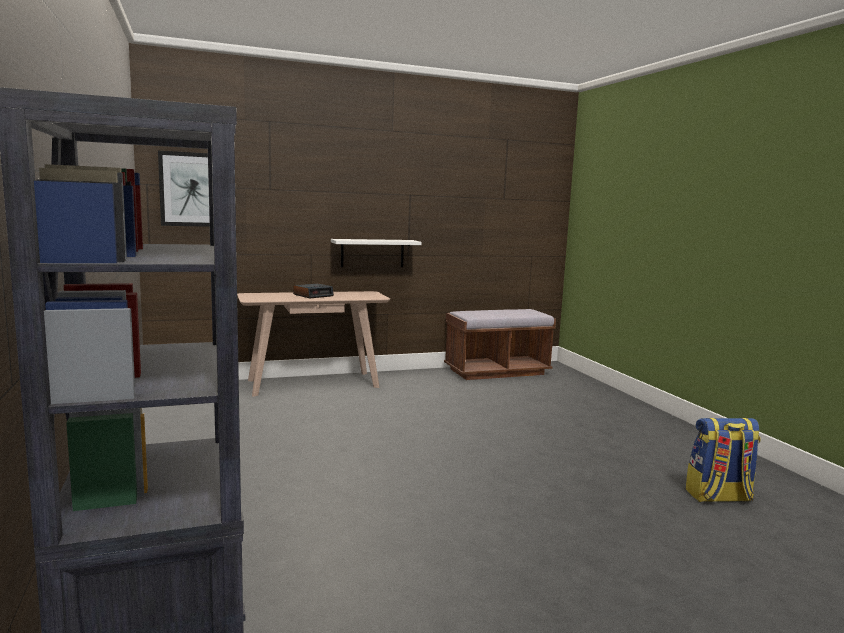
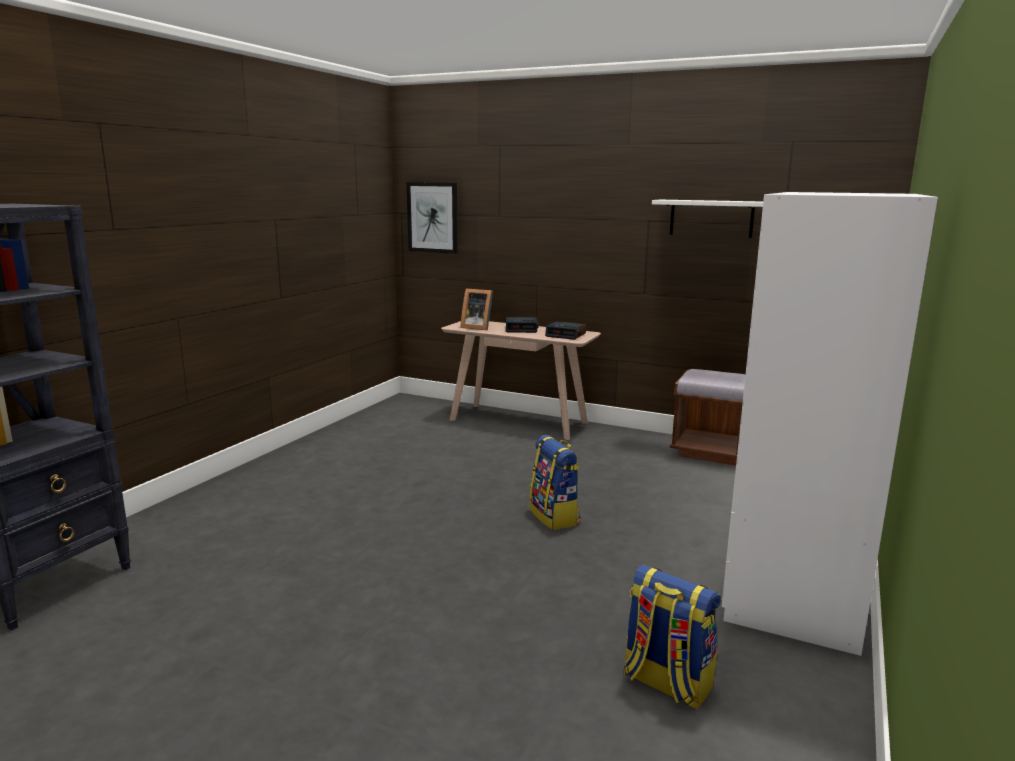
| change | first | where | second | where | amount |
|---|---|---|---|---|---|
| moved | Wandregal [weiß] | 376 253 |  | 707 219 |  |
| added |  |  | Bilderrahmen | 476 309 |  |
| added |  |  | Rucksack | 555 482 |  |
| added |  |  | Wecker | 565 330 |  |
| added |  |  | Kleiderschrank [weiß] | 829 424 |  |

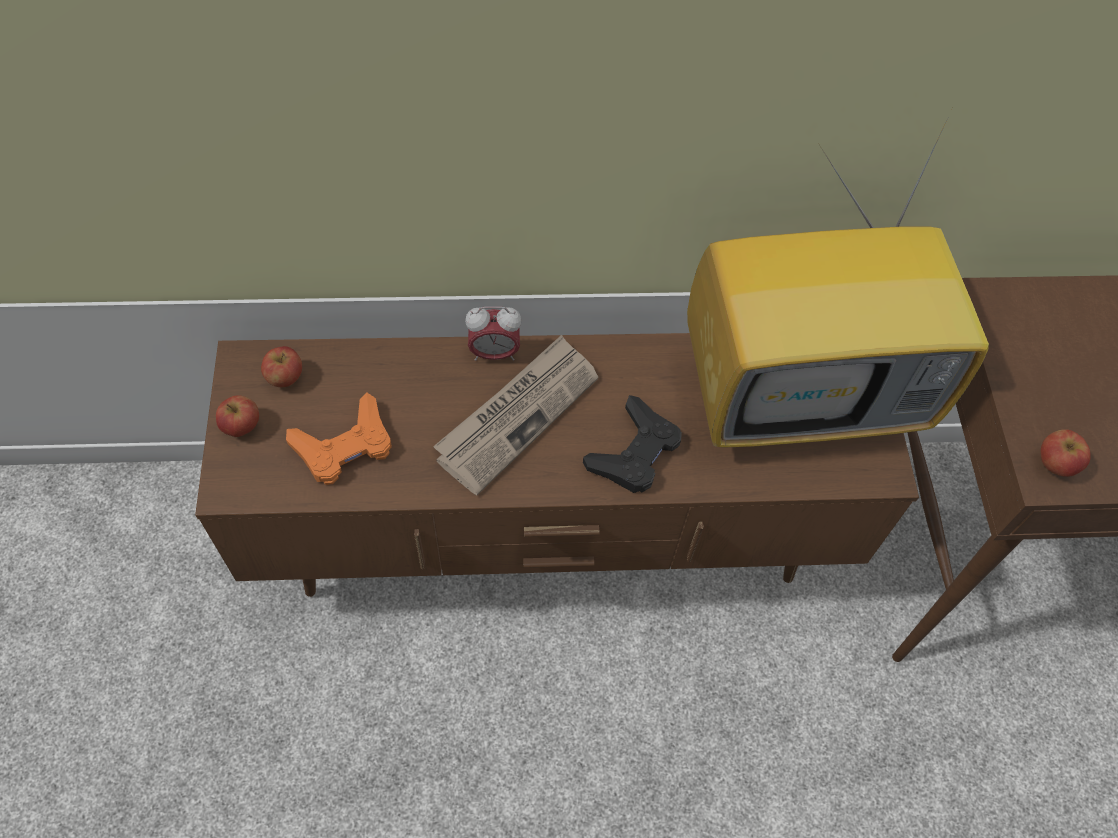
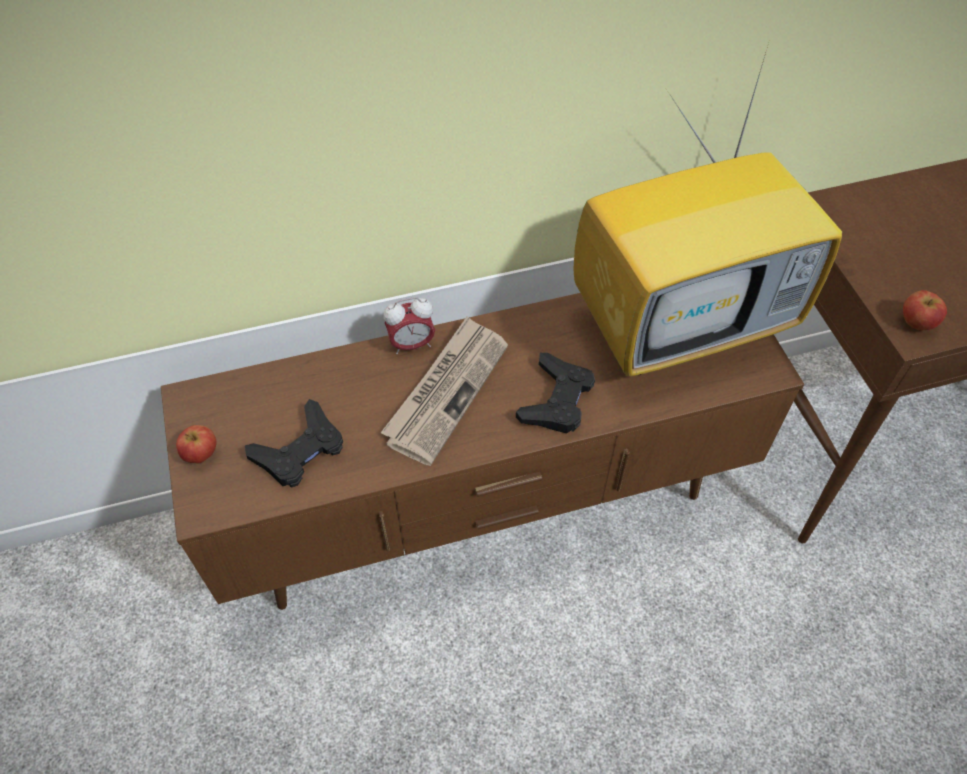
| change | first | where | second | where | amount |
|---|---|---|---|---|---|
| removed | Apfel | 281 366 |  |  |  |
| recoloured | Gamepad [orange] | 339 438 | Gamepad [schwarz] | 294 443 |  |

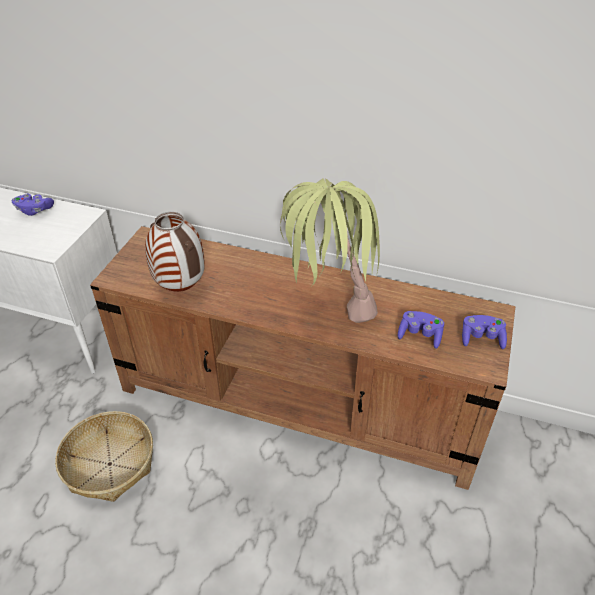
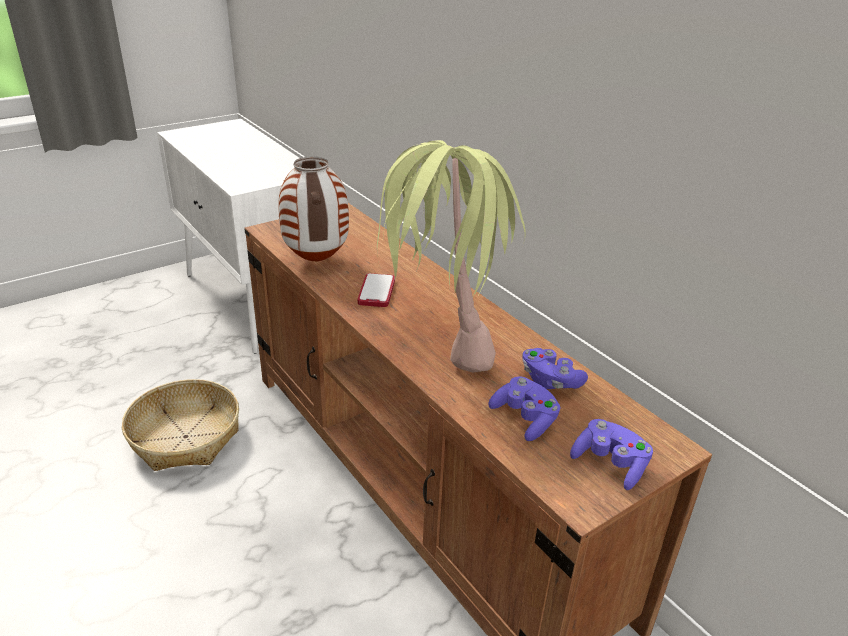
| change | first | where | second | where | amount |
|---|---|---|---|---|---|
| moved | Gamepad [lila] | 33 205 |  | 555 368 |  |
| added |  |  | Handy | 376 290 |  |

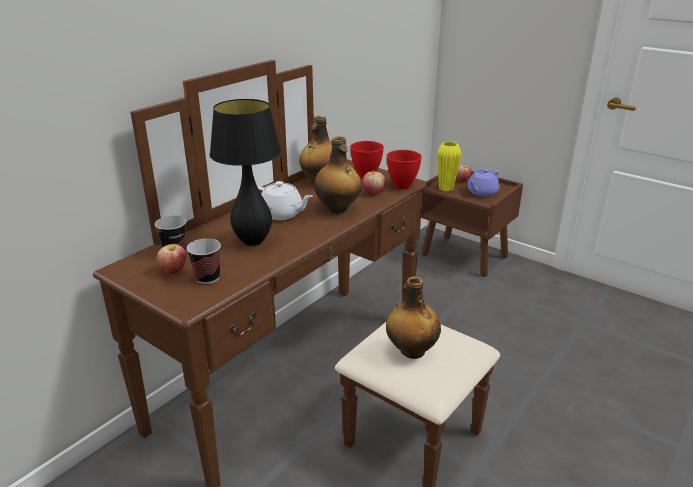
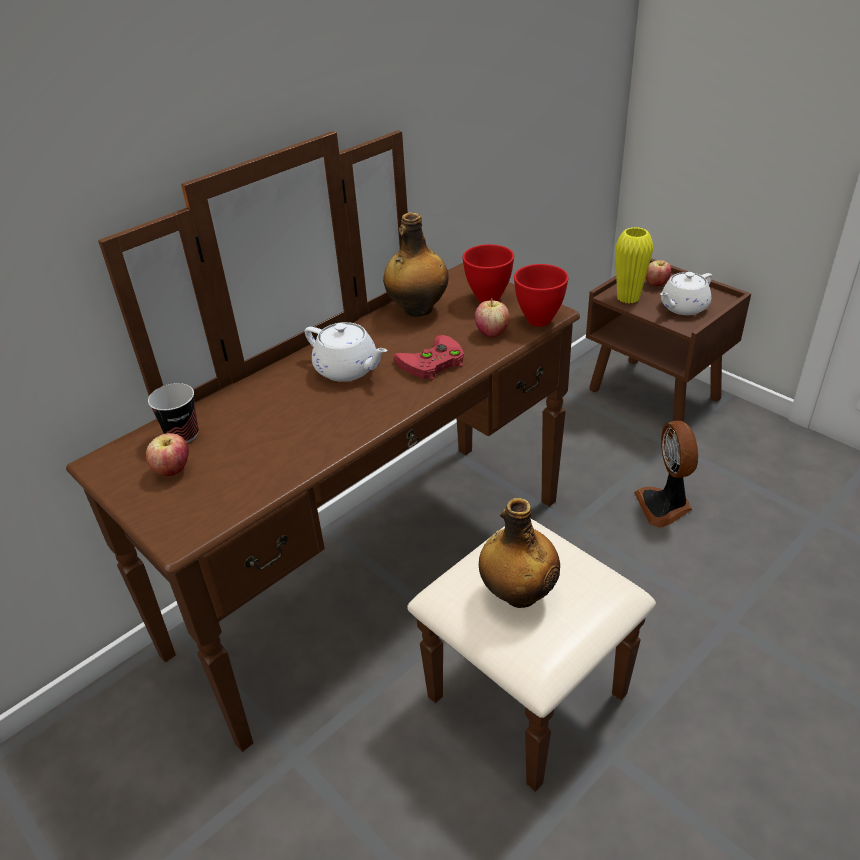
| change | first | where | second | where | amount |
|---|---|---|---|---|---|
| removed | Tasse | 204 261 |  |  |  |
| removed | Tischlampe [schwarz] | 245 172 |  |  |  |
| replaced | Flasche | 338 175 | Gamepad [rot] | 428 357 |  |
| recoloured | Teekanne [lila] | 484 183 | Teekanne [weiß] | 686 293 |  |
| added |  |  | Ventilator | 666 474 |  |

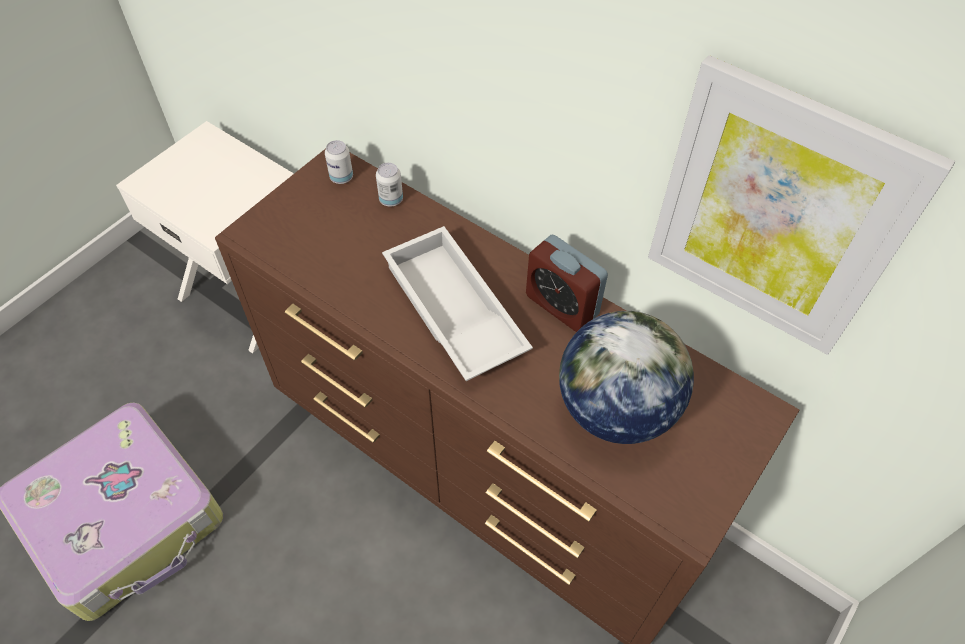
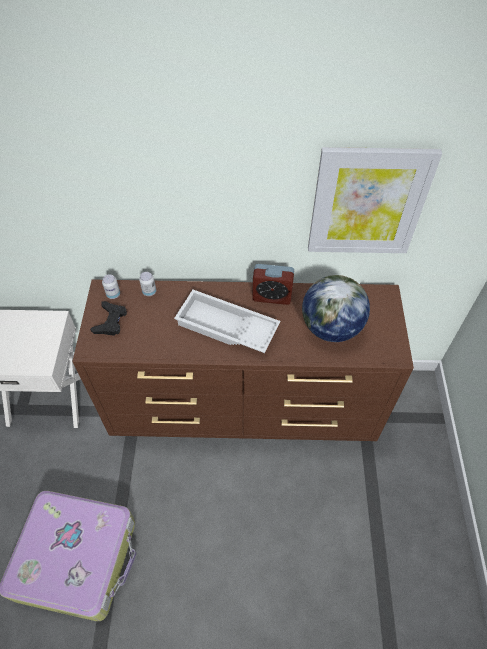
| change | first | where | second | where | amount |
|---|---|---|---|---|---|
| added |  |  | Gamepad [schwarz] | 108 318 |  |

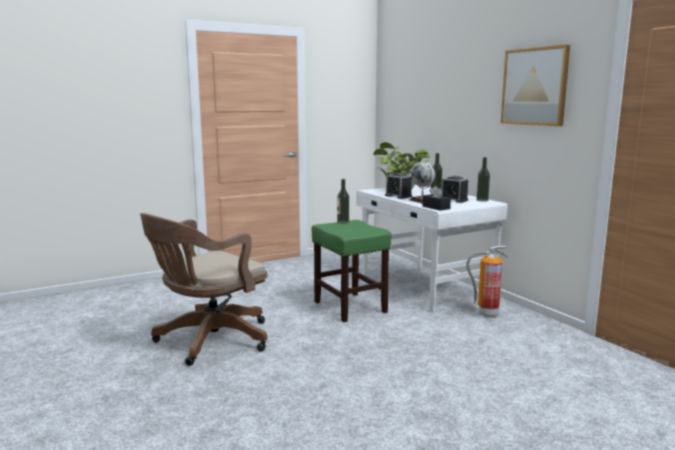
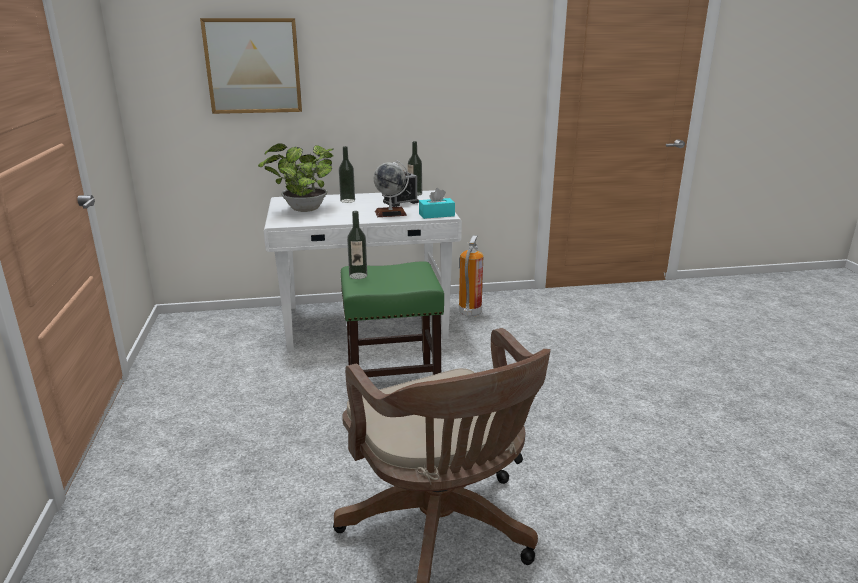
| change | first | where | second | where | amount |
|---|---|---|---|---|---|
| removed | Wecker | 398 186 |  |  |  |
| recoloured | Taschentuchbox [schwarz] | 436 198 | Taschentuchbox [türkis] | 437 203 |  |
| moved | Bild | 535 85 |  | 251 66 |  |

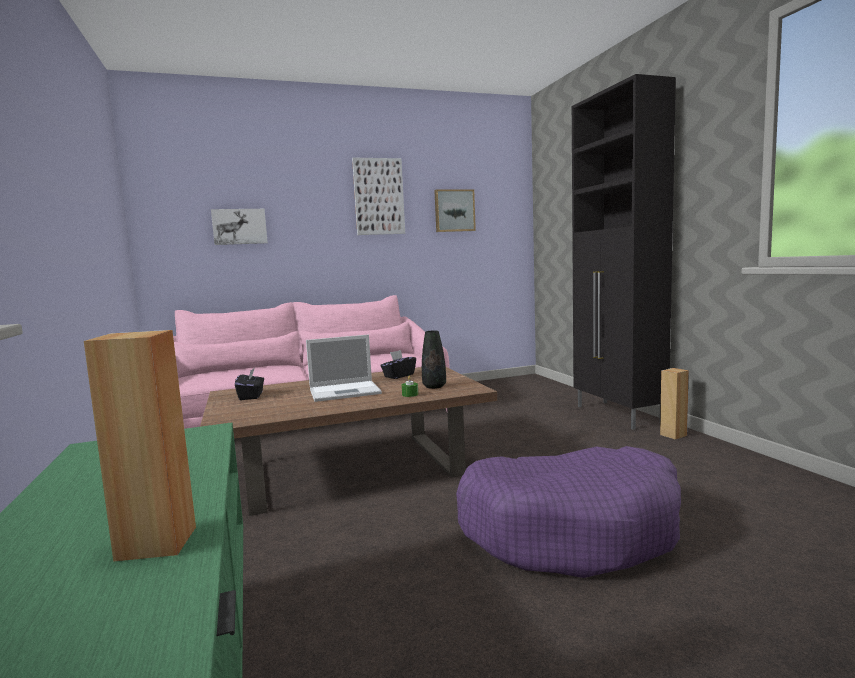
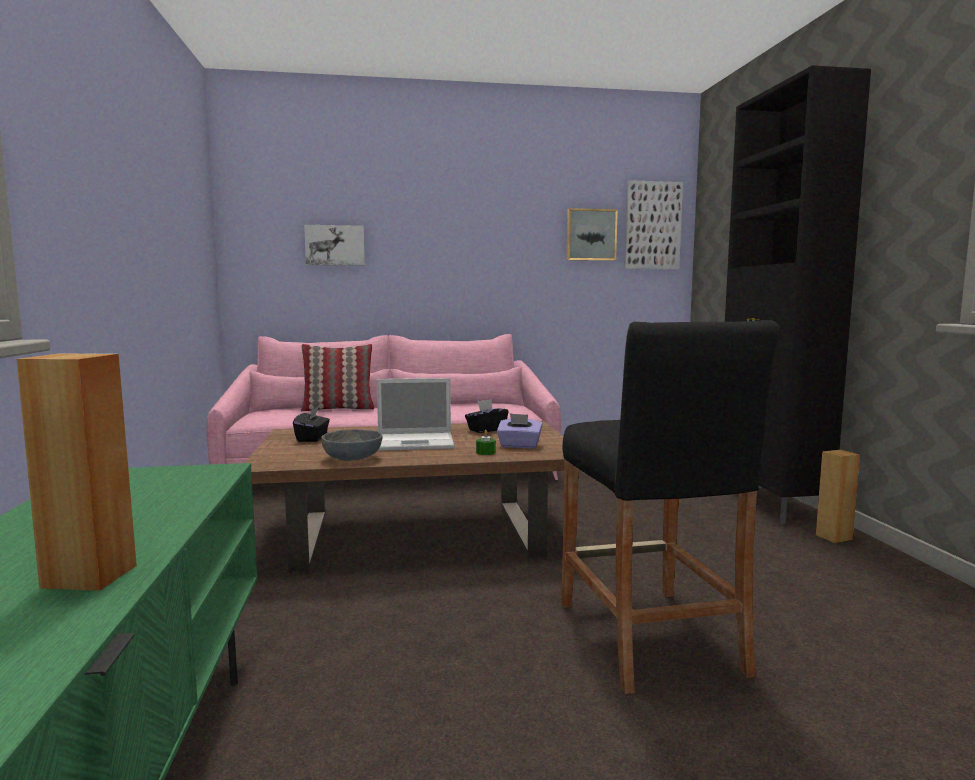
| change | first | where | second | where | amount |
|---|---|---|---|---|---|
| moved | Bild | 378 196 |  | 654 224 |  |
| replaced | Vase [schwarz] | 434 360 | Taschentuchbox [lila] | 520 431 |  |
| replaced | Hundebett [lila] | 568 512 | Hocker [schwarz] | 670 507 |  |
| added |  |  | Kissen | 337 377 |  |
| added |  |  | Schüssel [grau] | 351 445 |  |

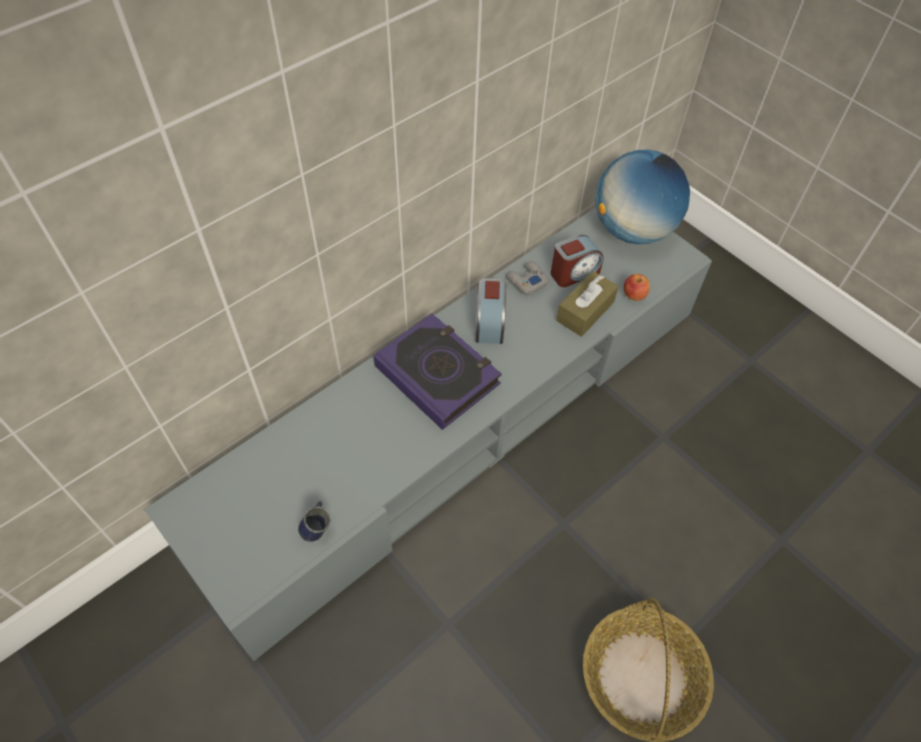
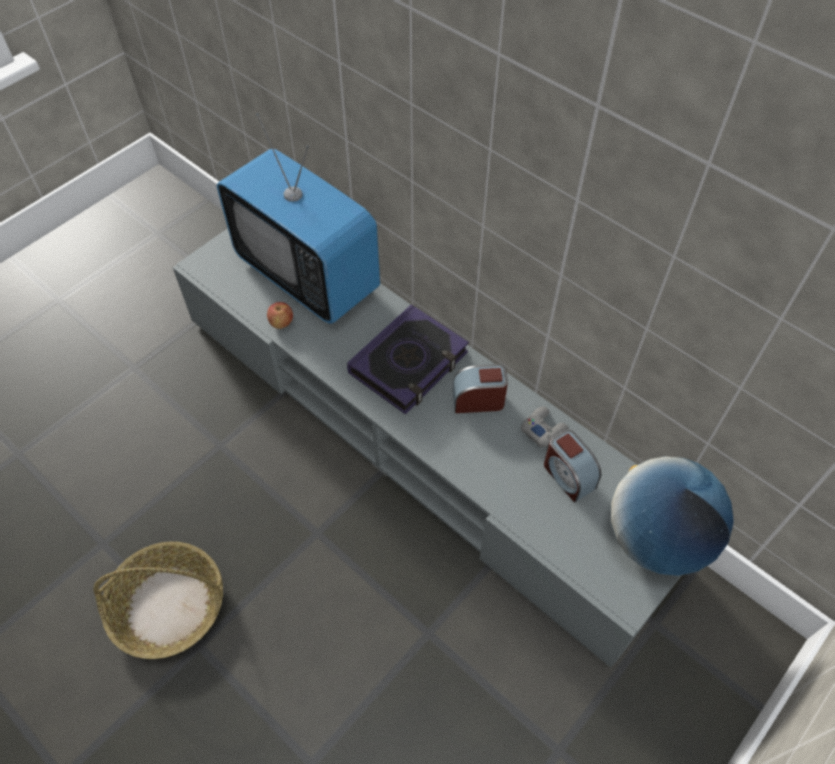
| change | first | where | second | where | amount |
|---|---|---|---|---|---|
| removed | Henkelbecher [blau] | 314 521 |  |  |  |
| removed | Taschentuchbox [braun] | 587 304 |  |  |  |
| moved | Apfel | 637 287 |  | 280 315 |  |
| added |  |  | Fernseher | 298 218 |  |

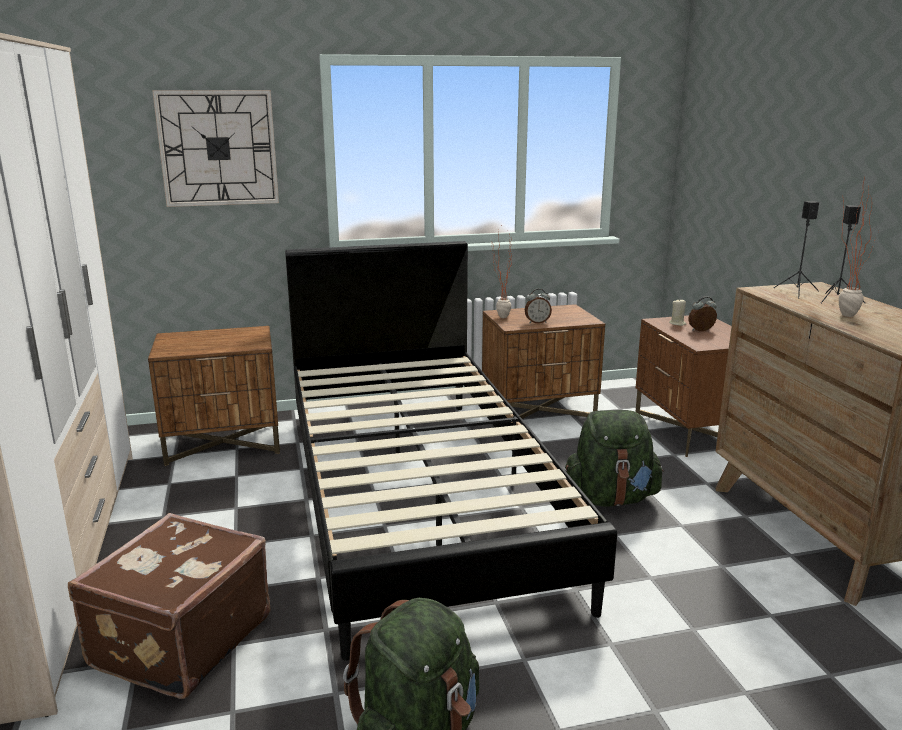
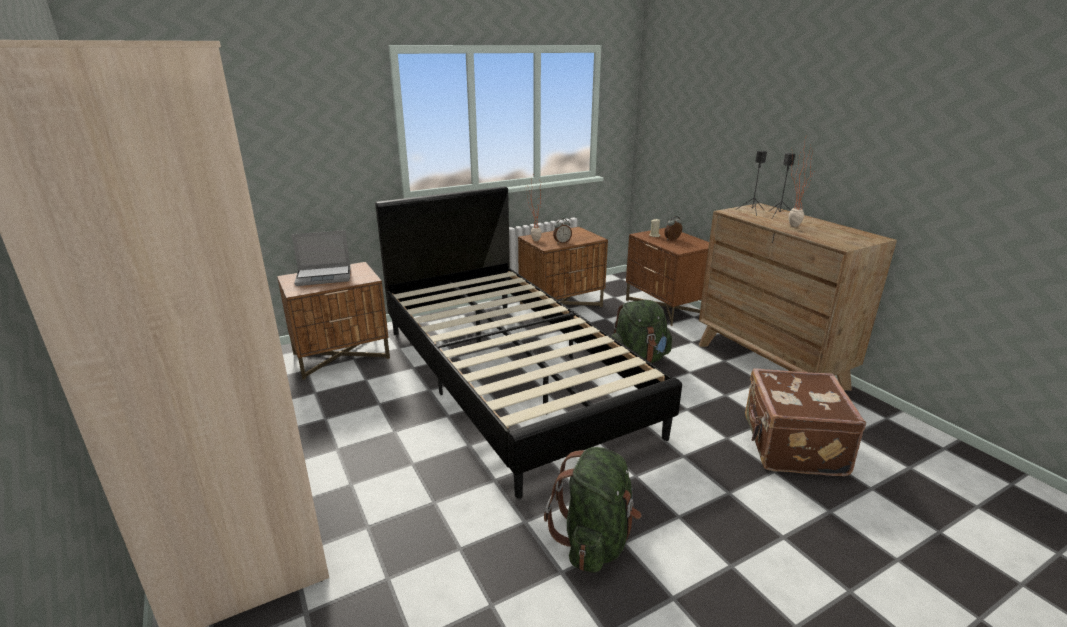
| change | first | where | second | where | amount |
|---|---|---|---|---|---|
| moved | Koffer [braun] | 169 606 |  | 805 422 |  |
| removed | Wanduhr | 215 148 |  |  |  |
| added |  |  | Laptop | 321 258 |  |

